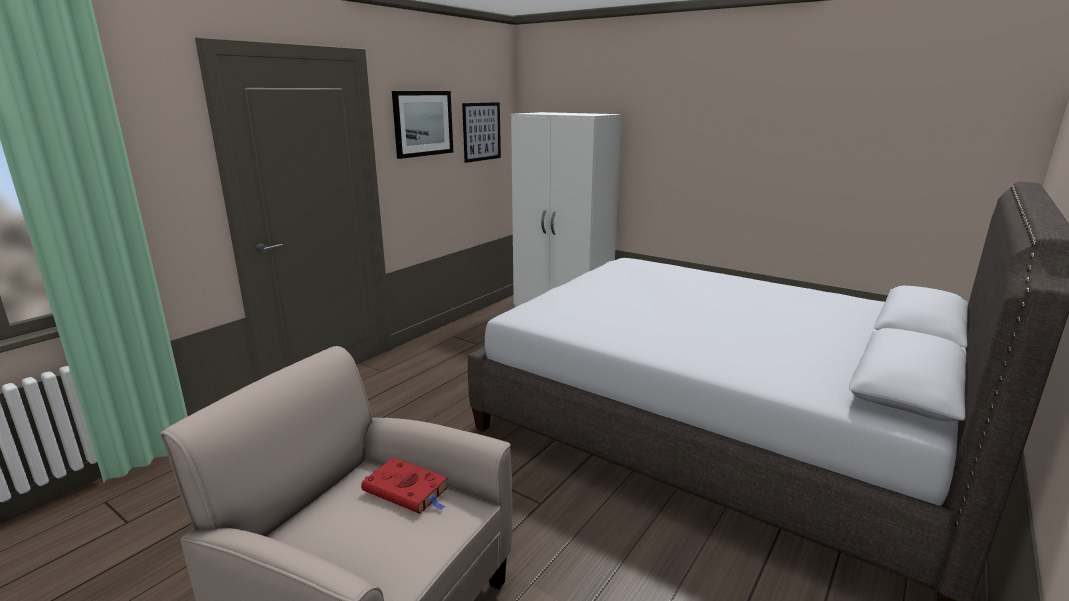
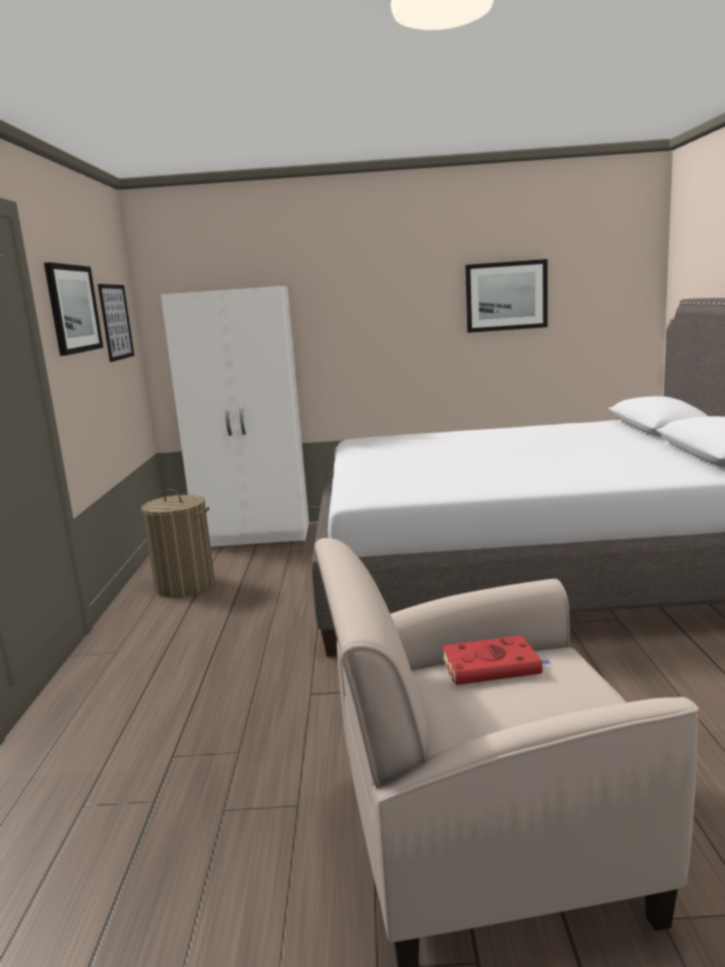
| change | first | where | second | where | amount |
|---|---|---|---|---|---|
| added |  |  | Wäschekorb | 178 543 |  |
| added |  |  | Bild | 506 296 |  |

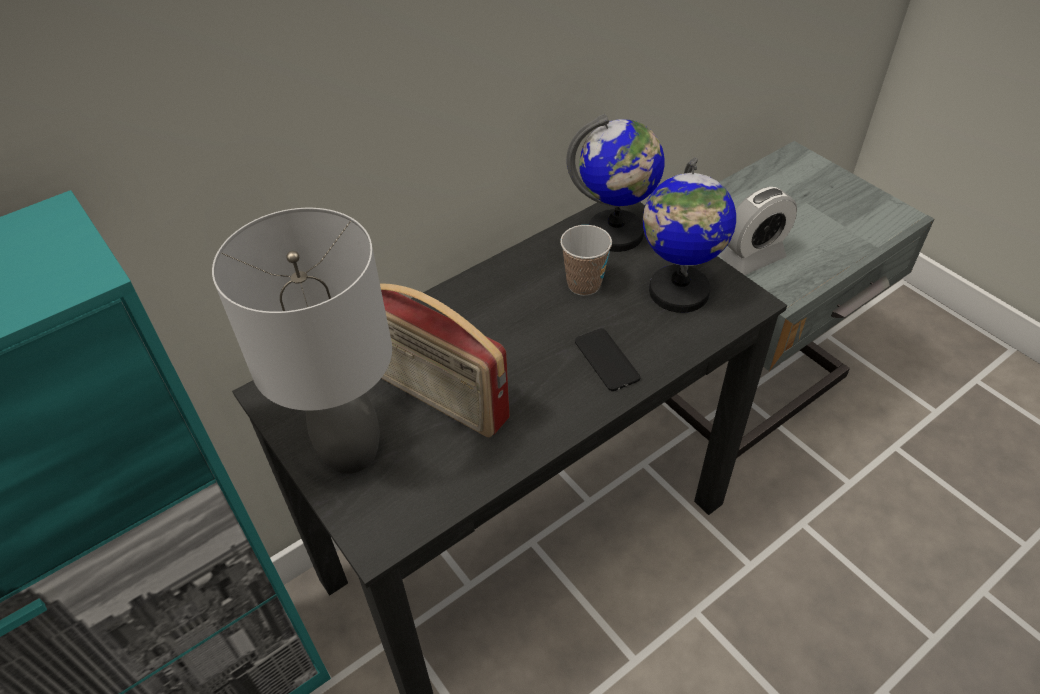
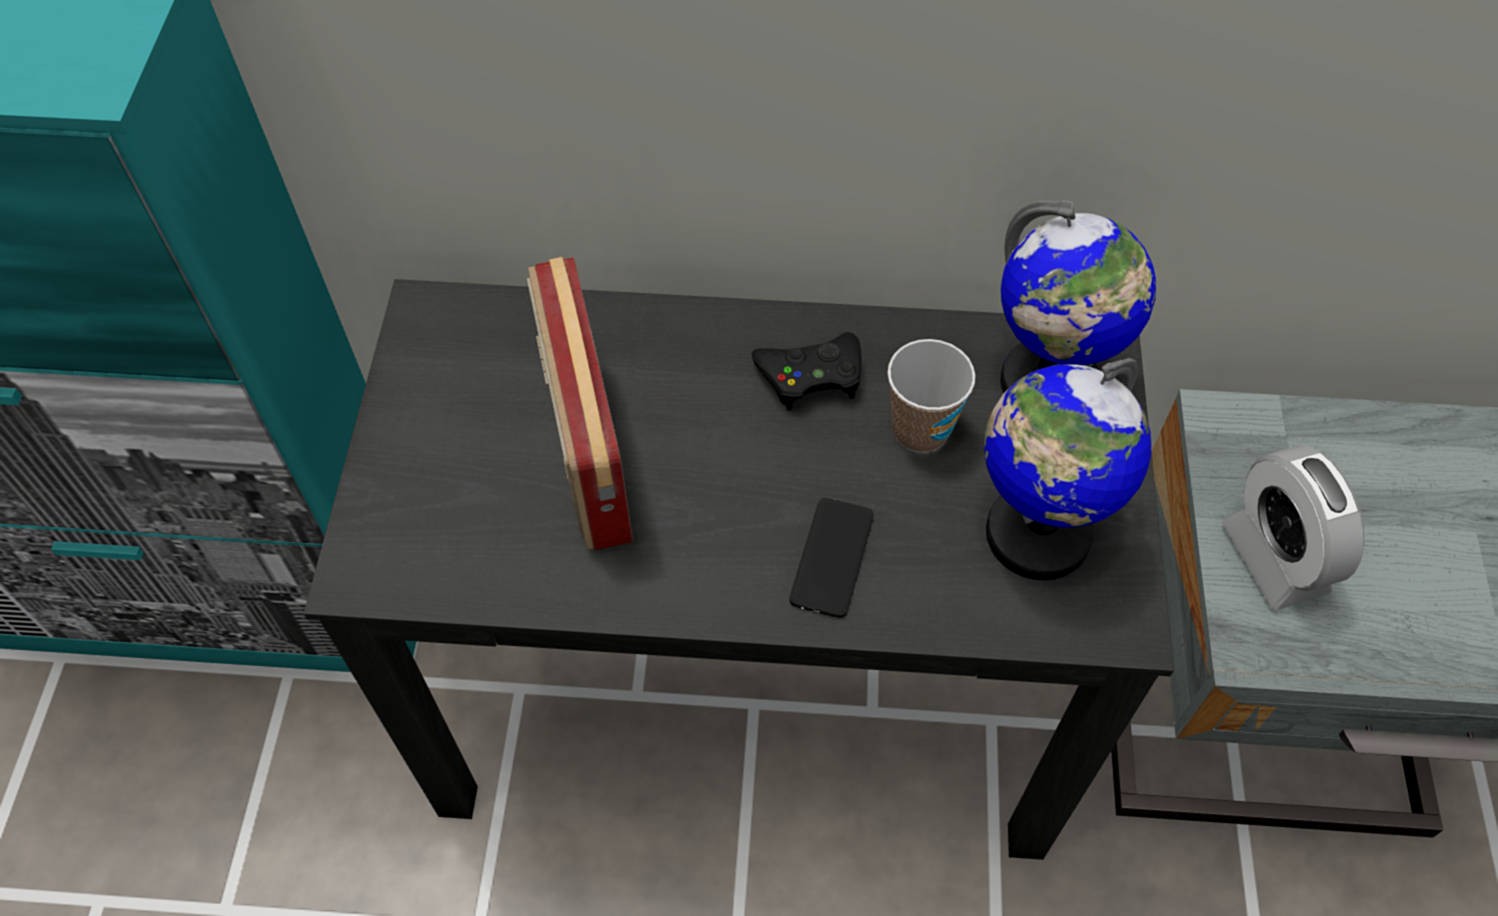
| change | first | where | second | where | amount |
|---|---|---|---|---|---|
| removed | Tischlampe [grau] | 302 341 |  |  |  |
| turned | Wecker | 758 231 |  | 1293 527 | 60 degrees clockwise |
| added |  |  | Gamepad [schwarz] | 806 371 |  |

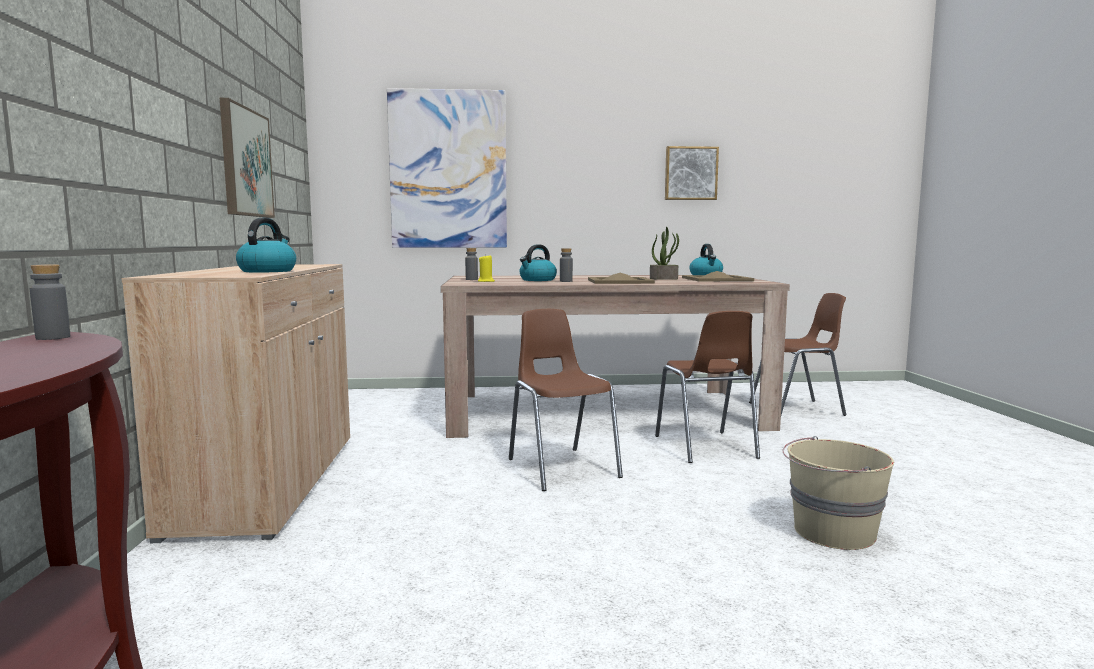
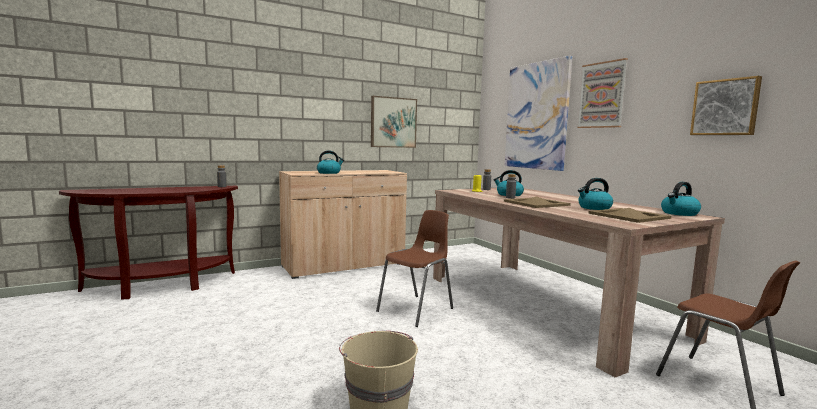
| change | first | where | second | where | amount |
|---|---|---|---|---|---|
| replaced | Topfpflanze | 664 253 | Wasserkessel | 595 194 |  |
| removed | Stuhl [braun] | 707 387 |  |  |  |
| added |  |  | Bild | 602 93 |  |

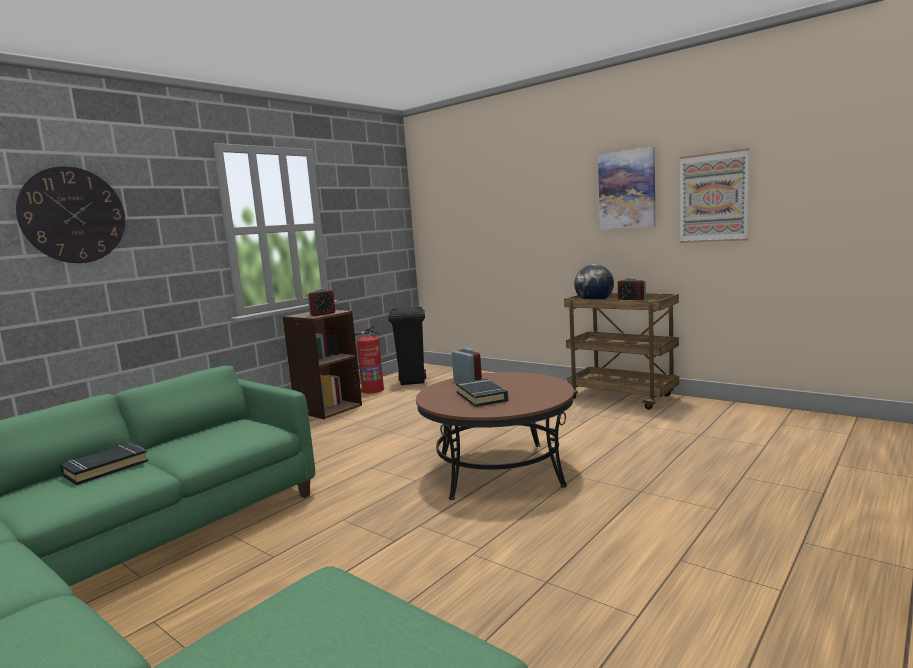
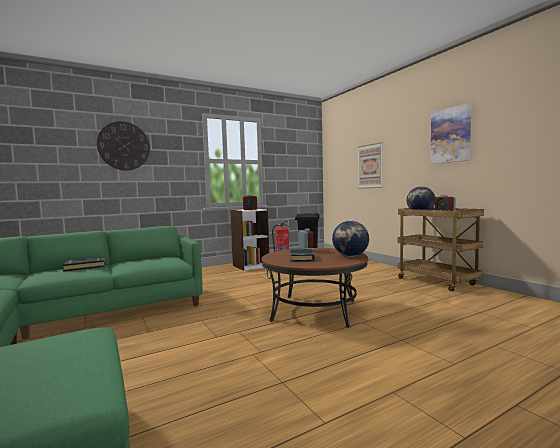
| change | first | where | second | where | amount |
|---|---|---|---|---|---|
| recoloured | Bücherregal [braun] | 322 364 | Bücherregal [weiß] | 249 240 |  |
| moved | Bild | 714 195 |  | 370 165 |  |
| added |  |  | Globus | 350 239 |  |

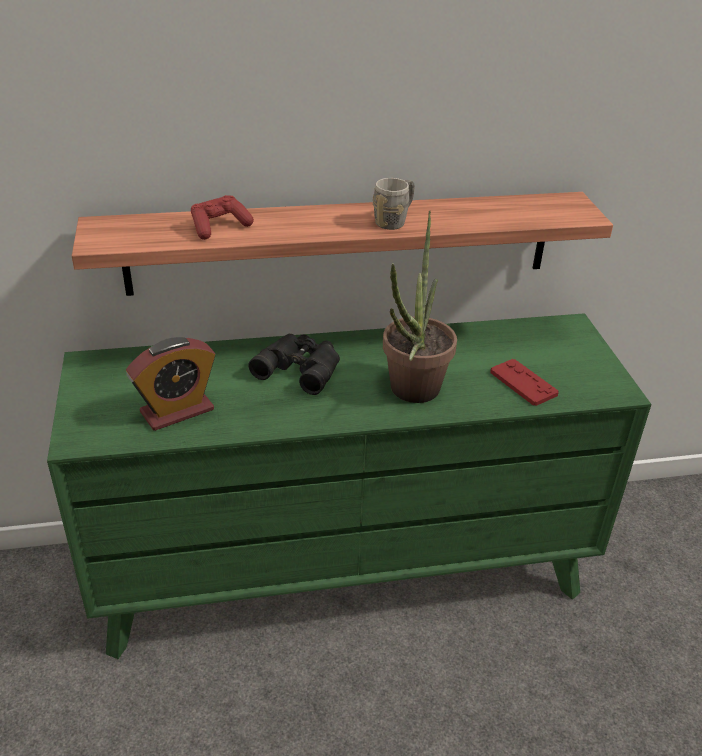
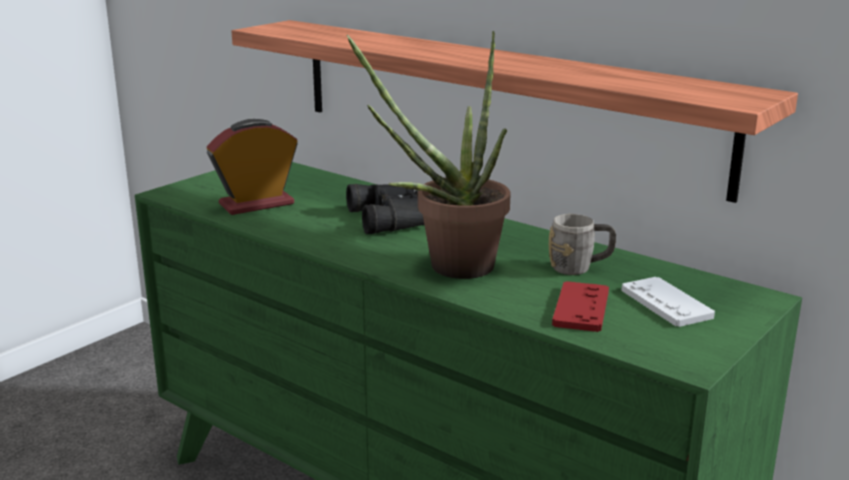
| change | first | where | second | where | amount |
|---|---|---|---|---|---|
| turned | Wecker | 171 384 |  | 252 167 | 135 degrees clockwise |
| removed | Gamepad [rot] | 222 217 |  |  |  |
| moved | Henkelbecher [grau] | 393 204 |  | 582 244 |  |
| added |  |  | Gamepad [weiß] | 668 302 |  |

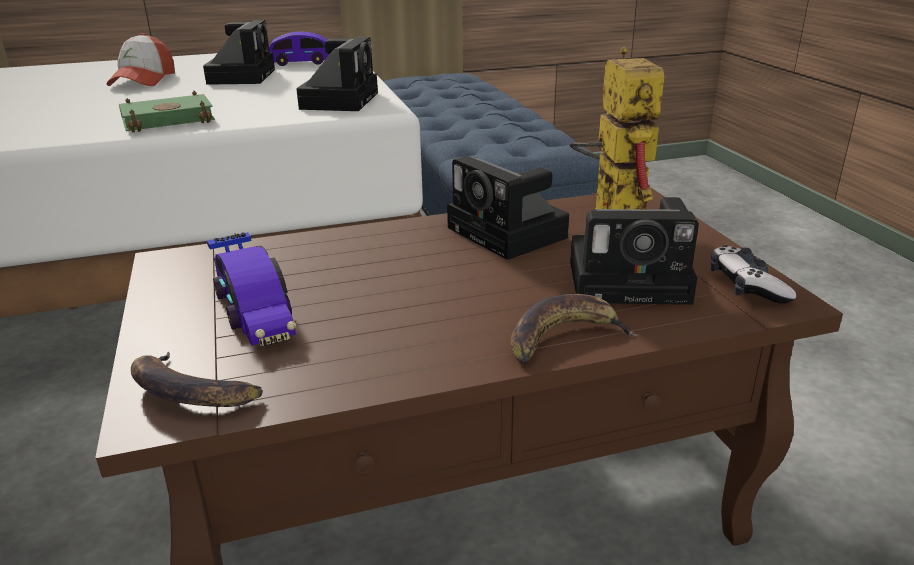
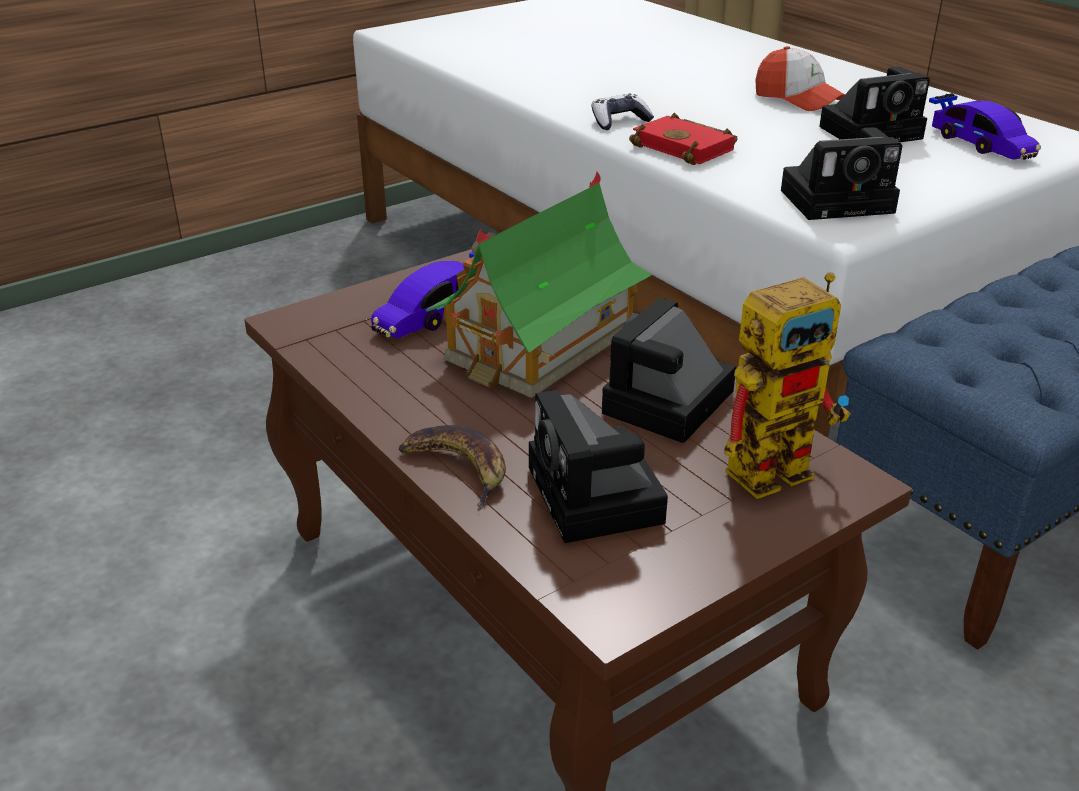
| change | first | where | second | where | amount |
|---|---|---|---|---|---|
| turned | Kappe | 140 59 |  | 800 78 | 120 degrees counterclockwise |
| recoloured | Buch [grün] | 167 111 | Buch [rot] | 683 139 |  |
| removed | Banane | 197 379 |  |  |  |
| moved | Gamepad | 753 275 |  | 623 112 |  |
| added |  |  | Spielzeughaus | 539 285 |  |

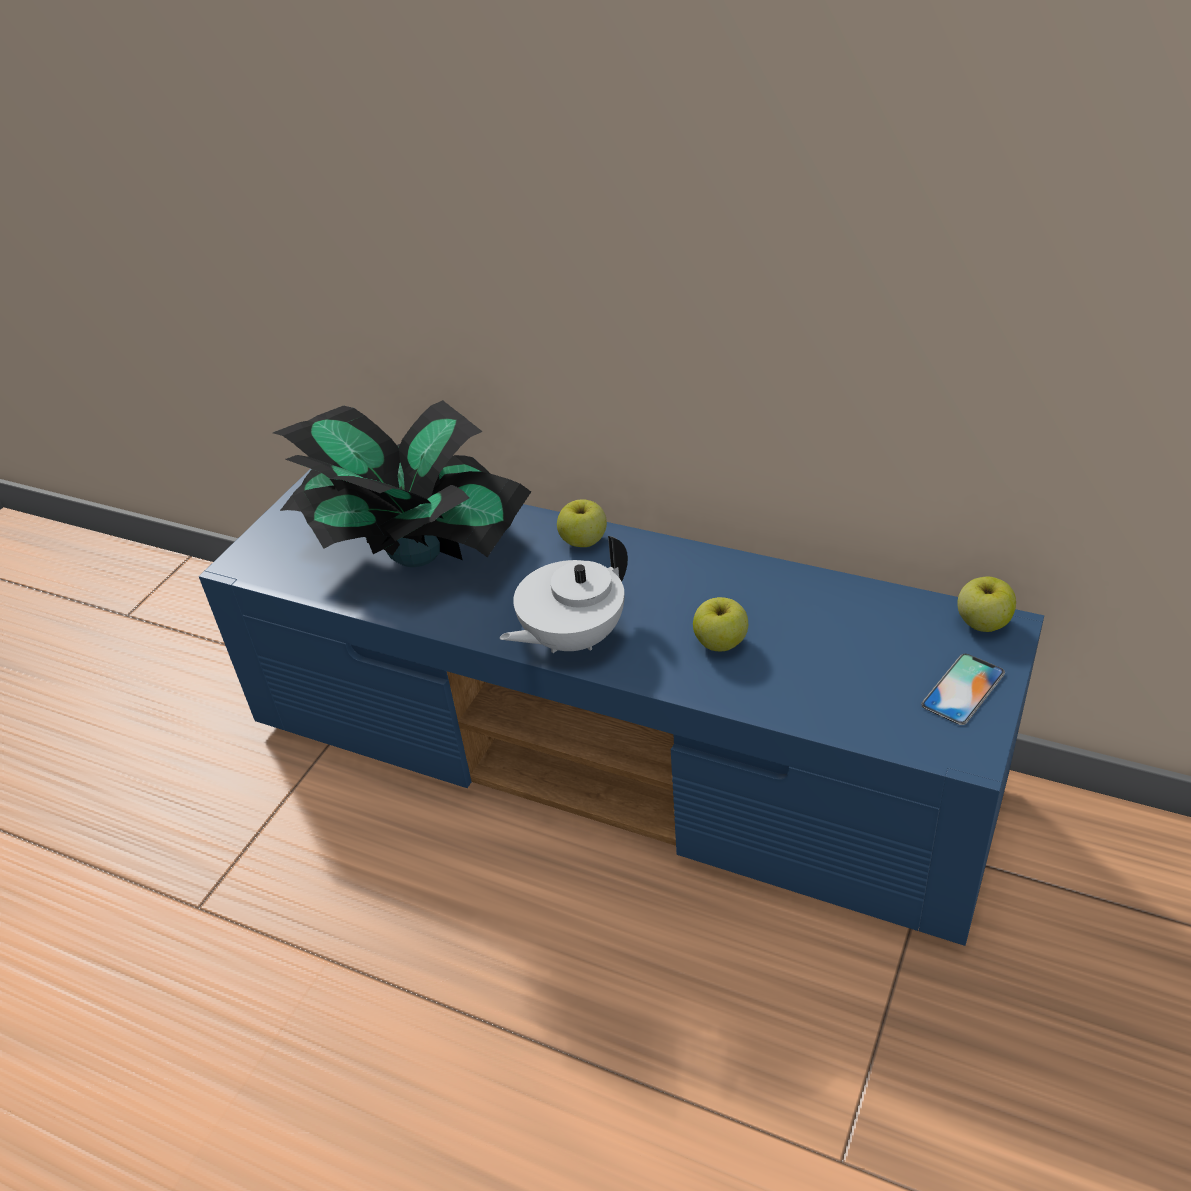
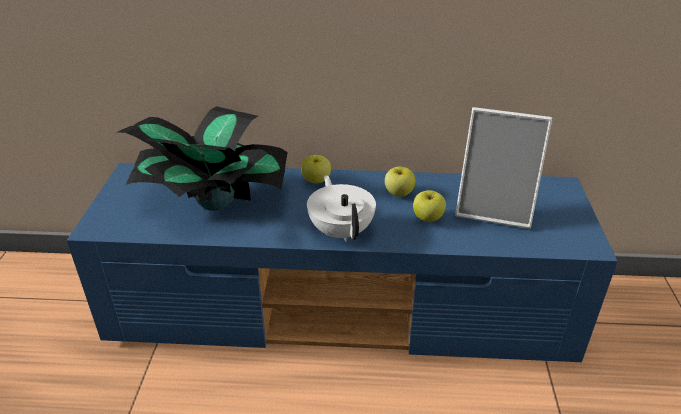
| change | first | where | second | where | amount |
|---|---|---|---|---|---|
| turned | Teekanne [weiß] | 564 594 |  | 341 208 | 135 degrees clockwise |
| removed | Handy | 963 689 |  |  |  |
| moved | Apfel | 986 604 |  | 400 181 |  |
| added |  |  | Bilderrahmen | 503 168 |  |

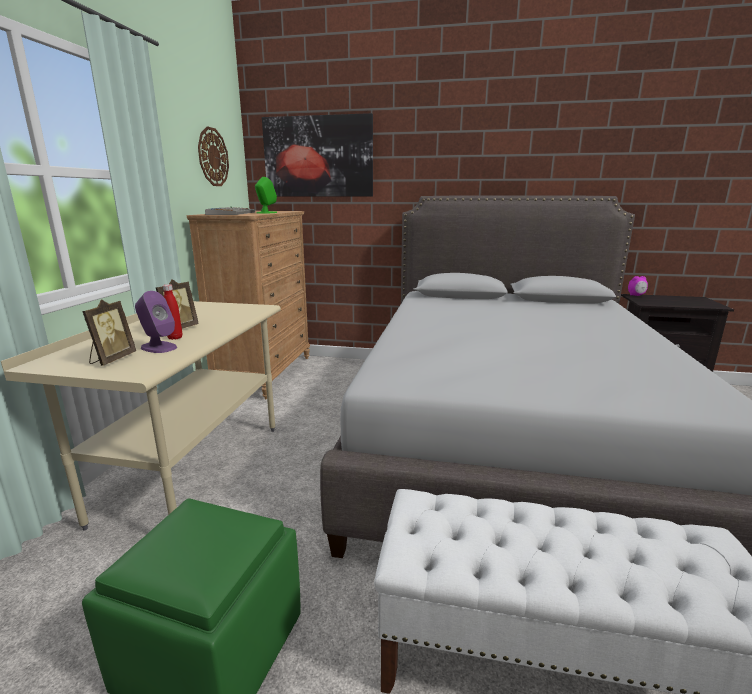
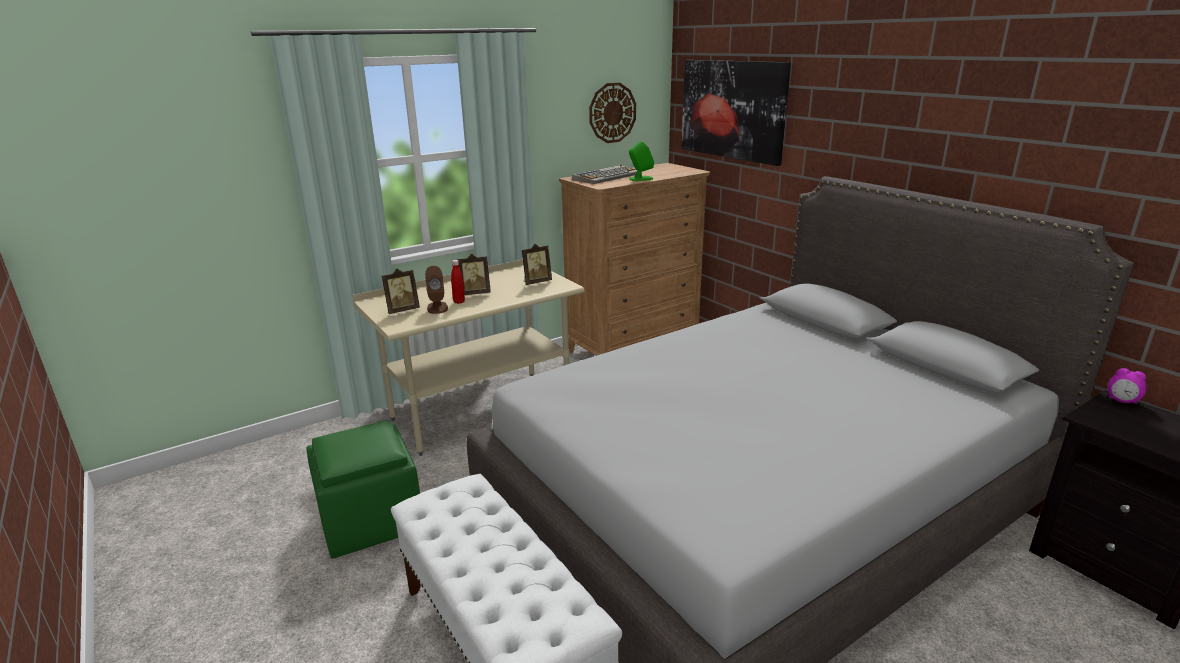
| change | first | where | second | where | amount |
|---|---|---|---|---|---|
| recoloured | Lautsprecher [lila] | 156 322 | Lautsprecher [braun] | 436 290 |  |
| added |  |  | Bilderrahmen | 537 264 |  |

